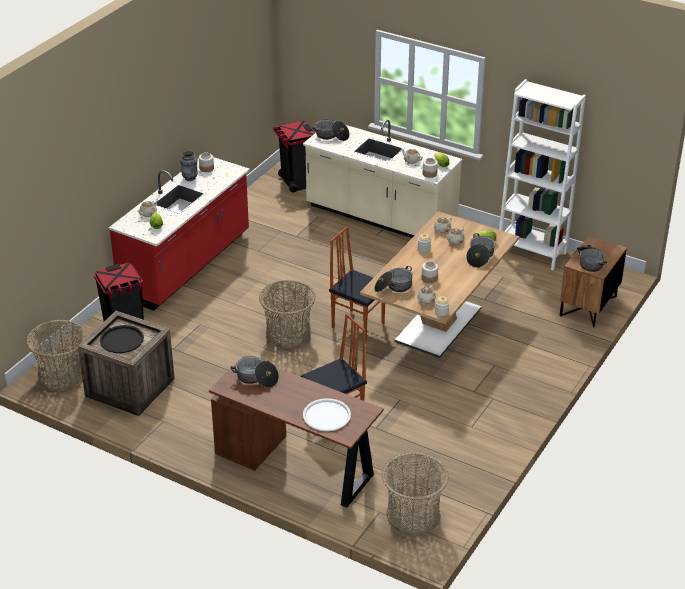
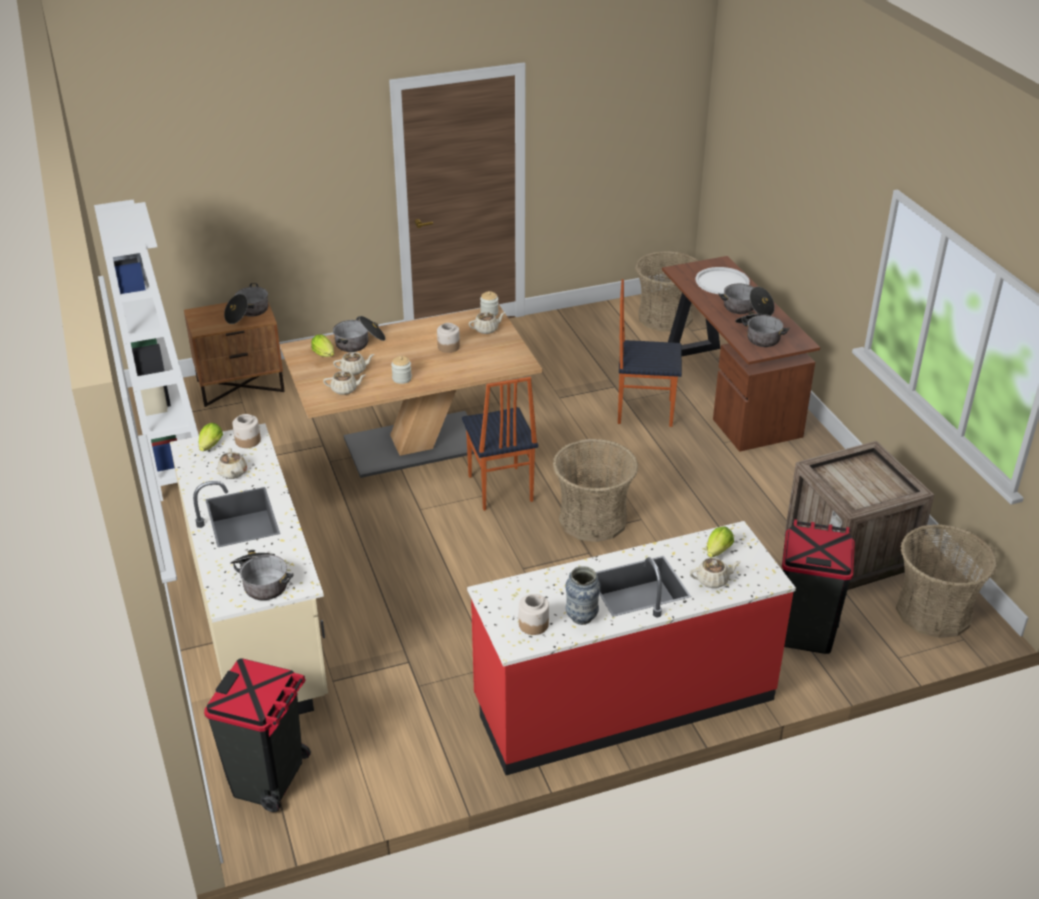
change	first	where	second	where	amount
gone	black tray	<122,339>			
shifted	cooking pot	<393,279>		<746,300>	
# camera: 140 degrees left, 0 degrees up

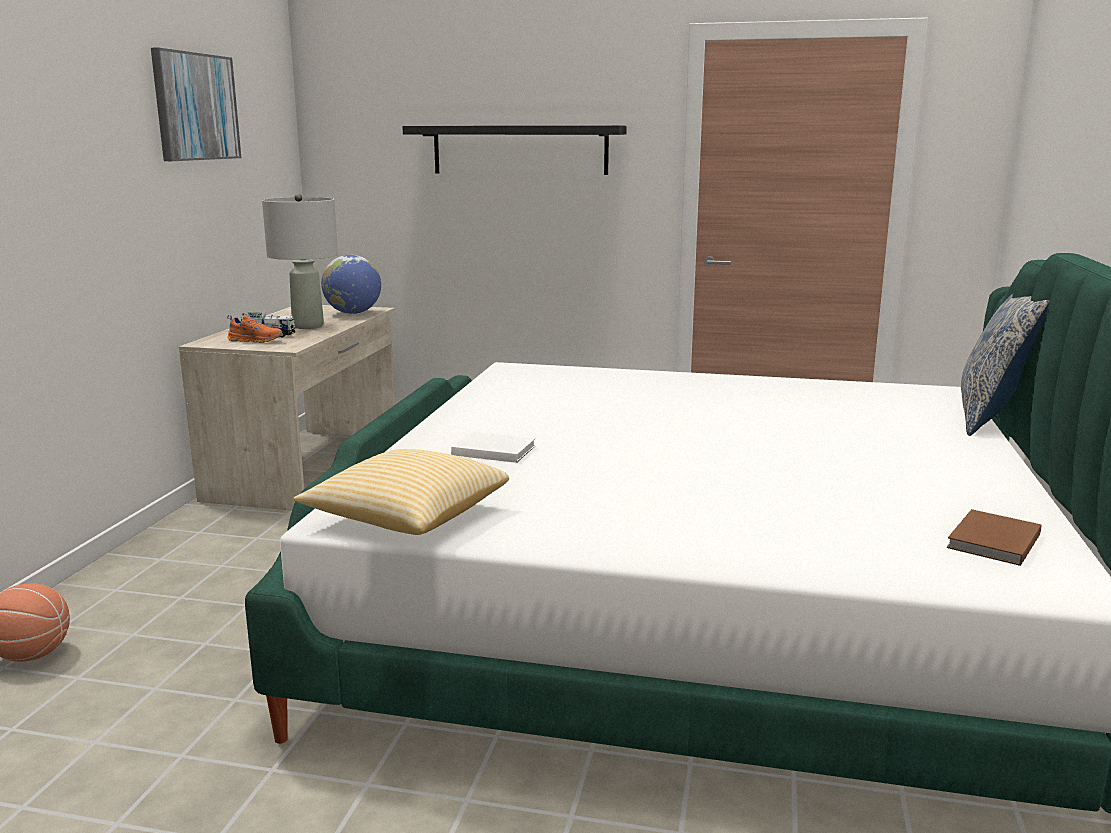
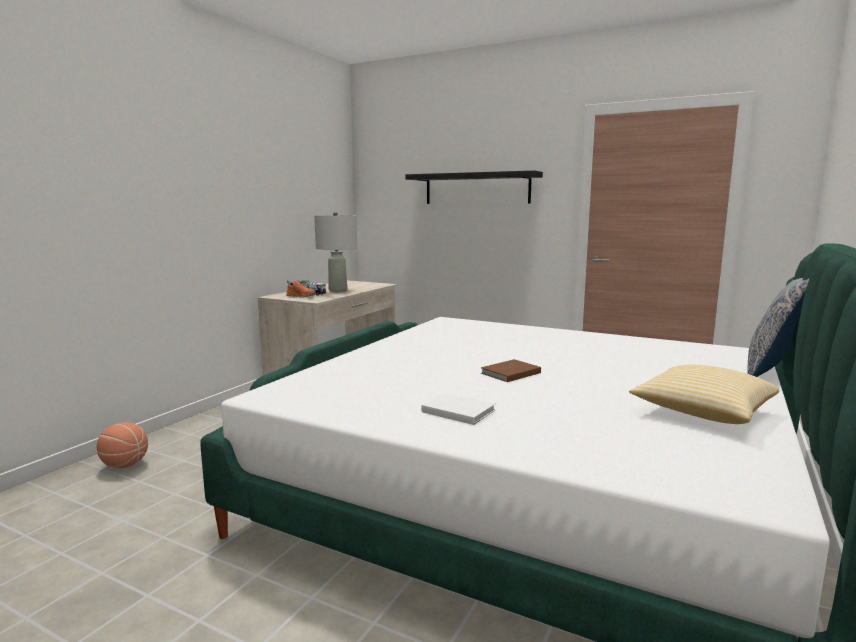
change	first	where	second	where	amount
gone	picture	<196,104>			
gone	globe	<351,284>			
shifted	pillow	<401,492>		<704,394>	
shifted	white book	<493,447>		<459,409>	
shifted	brown book	<994,537>		<511,370>	
# camera: 15 degrees right, 5 degrees down

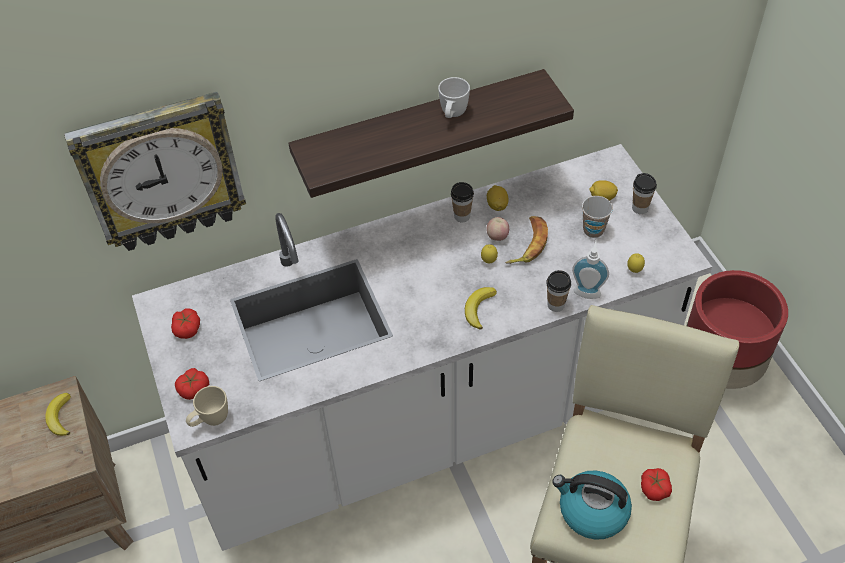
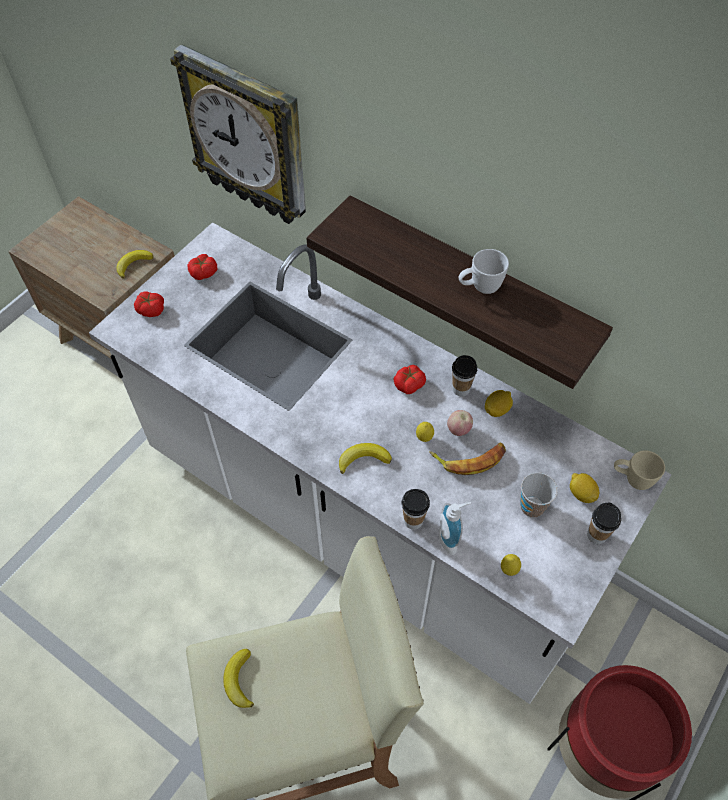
change	first	where	second	where	amount
shifted	beige mug	<207,406>		<639,470>	
shifted	tomato	<656,484>		<409,379>	
swapped	kettle	<592,505>	banana	<238,678>	
# camera: 55 degrees right, 5 degrees up

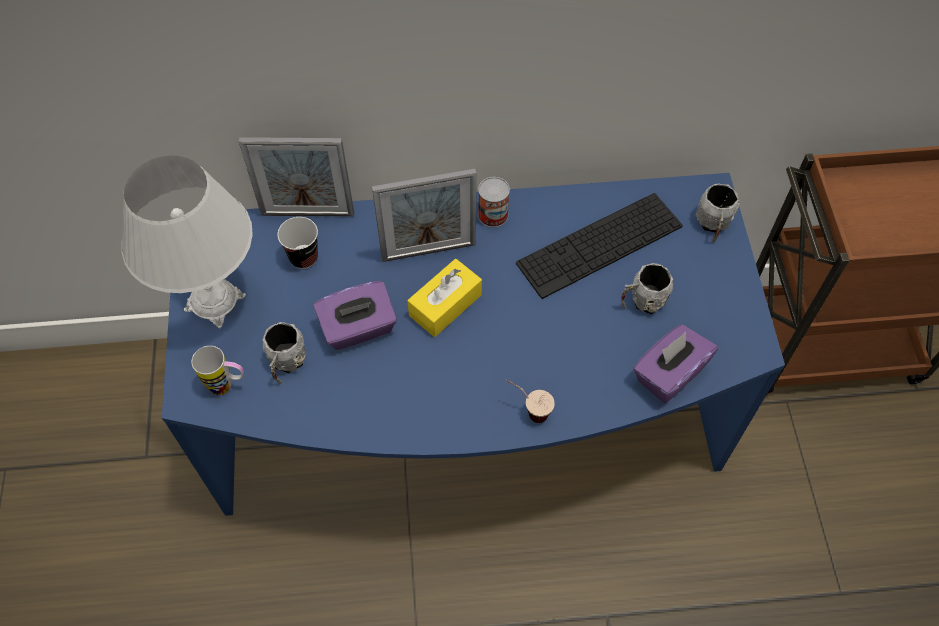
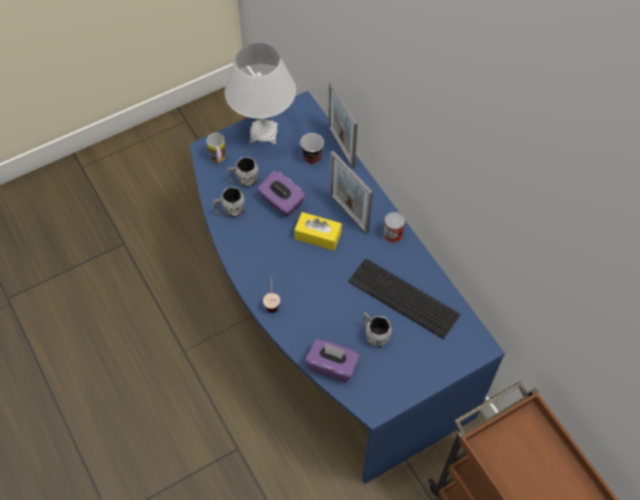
change	first	where	second	where	amount
shifted	grey mug	<718,213>		<229,202>	
# camera: 65 degrees right, 0 degrees up

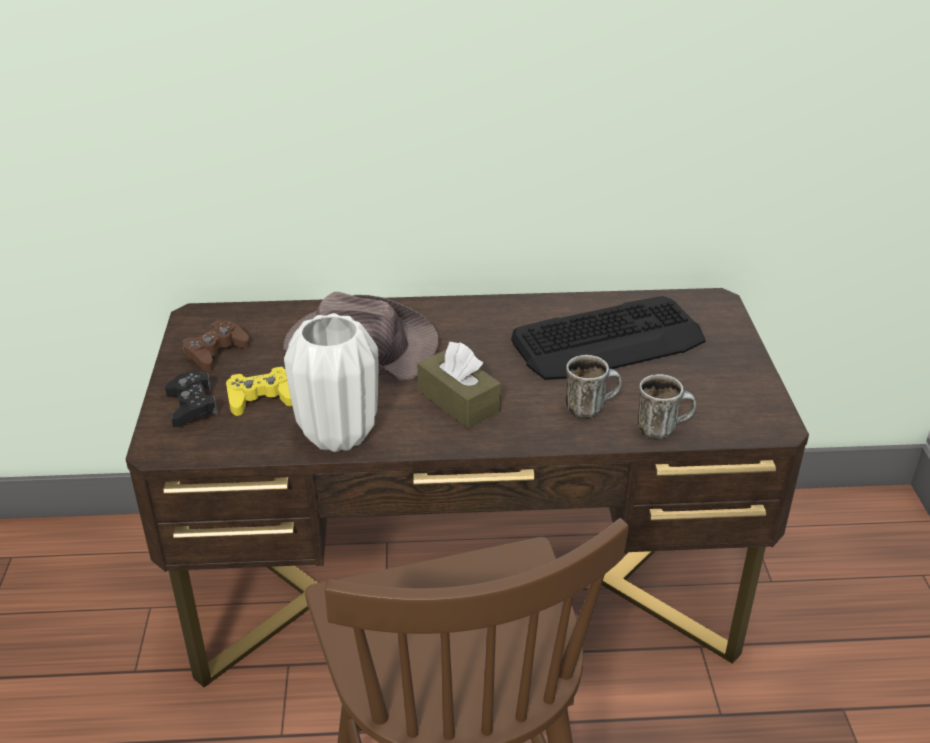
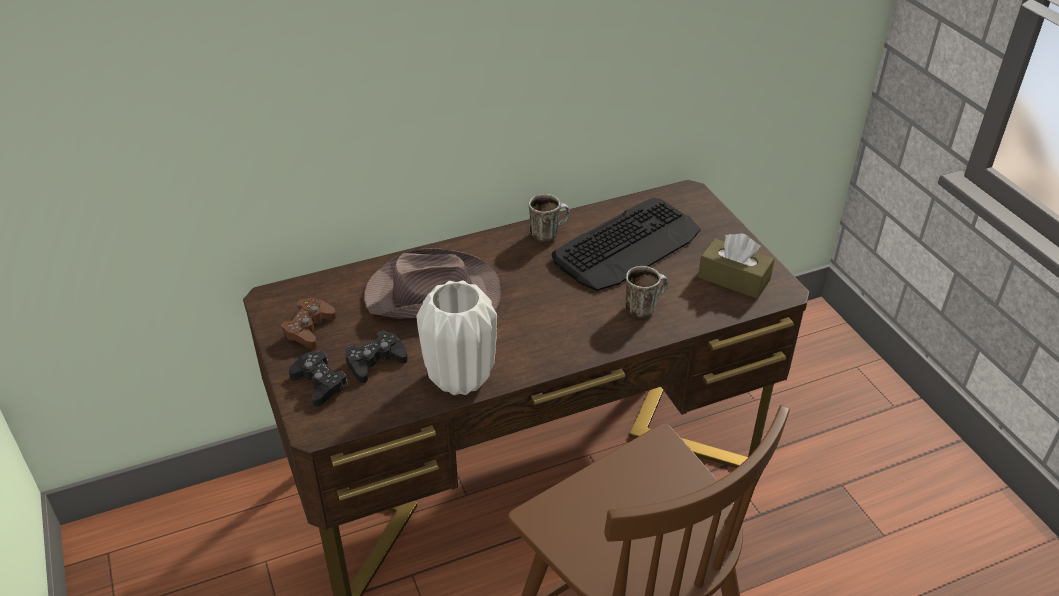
change	first	where	second	where	amount
shifted	brown tissue box	<459,385>		<736,266>	
shifted	mug	<667,407>		<549,218>	
repainted	yellow game controller	<259,391>	black game controller	<376,356>	
# camera: 20 degrees left, 5 degrees up

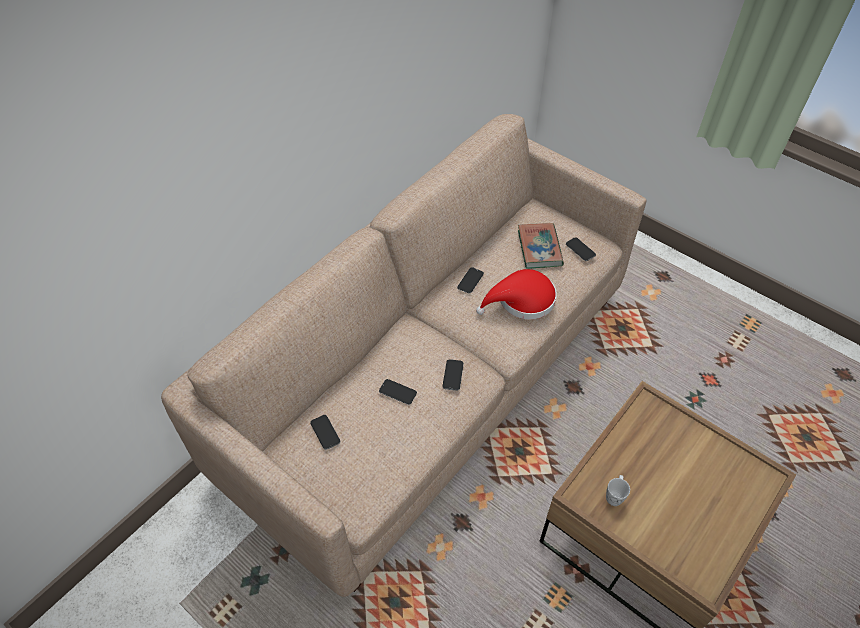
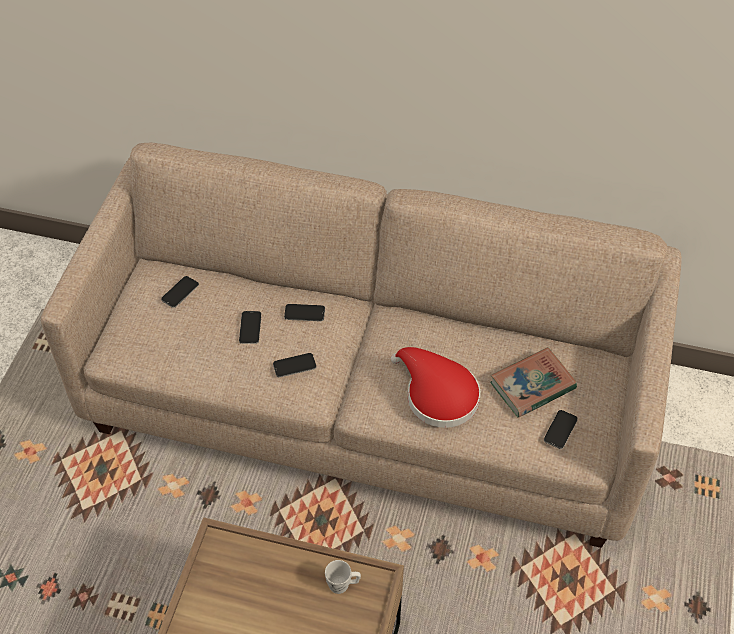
change	first	where	second	where	amount
shifted	phone	<470,280>		<304,312>	
shifted	white mug	<618,490>		<343,577>	
# camera: 65 degrees right, 0 degrees up

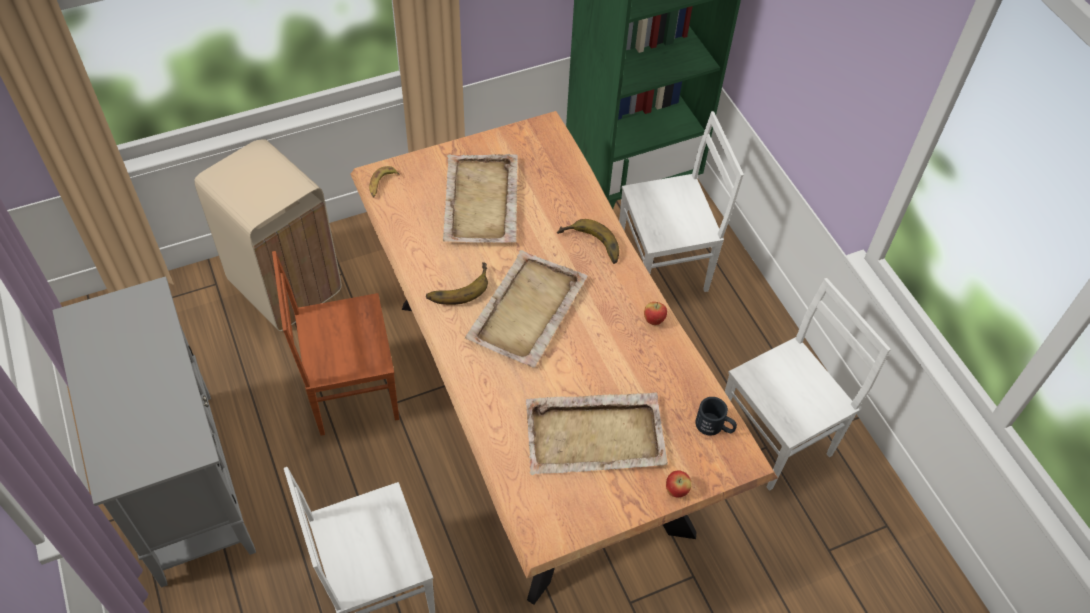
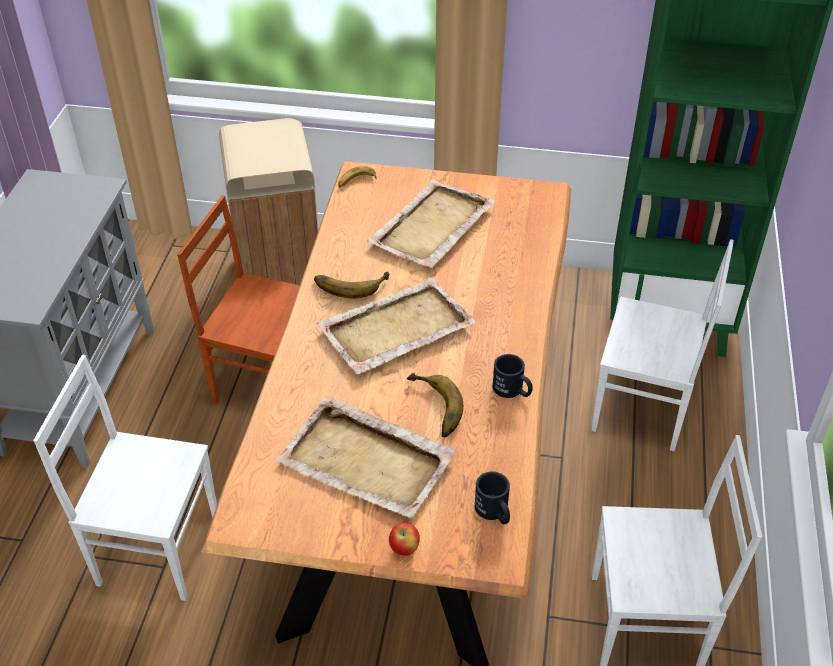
change	first	where	second	where	amount
shifted	banana	<588,241>		<435,405>	
swapped	apple	<655,313>	black mug	<513,376>	
# camera: 35 degrees right, 10 degrees down

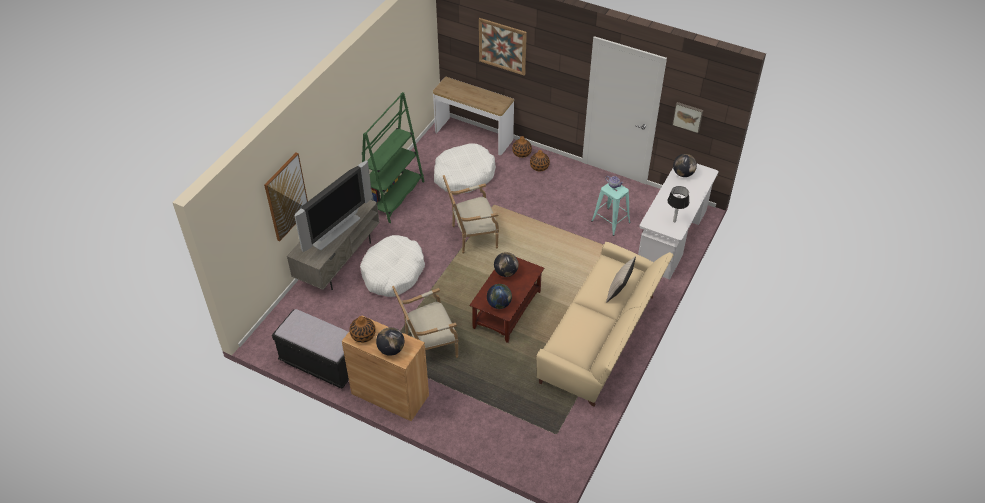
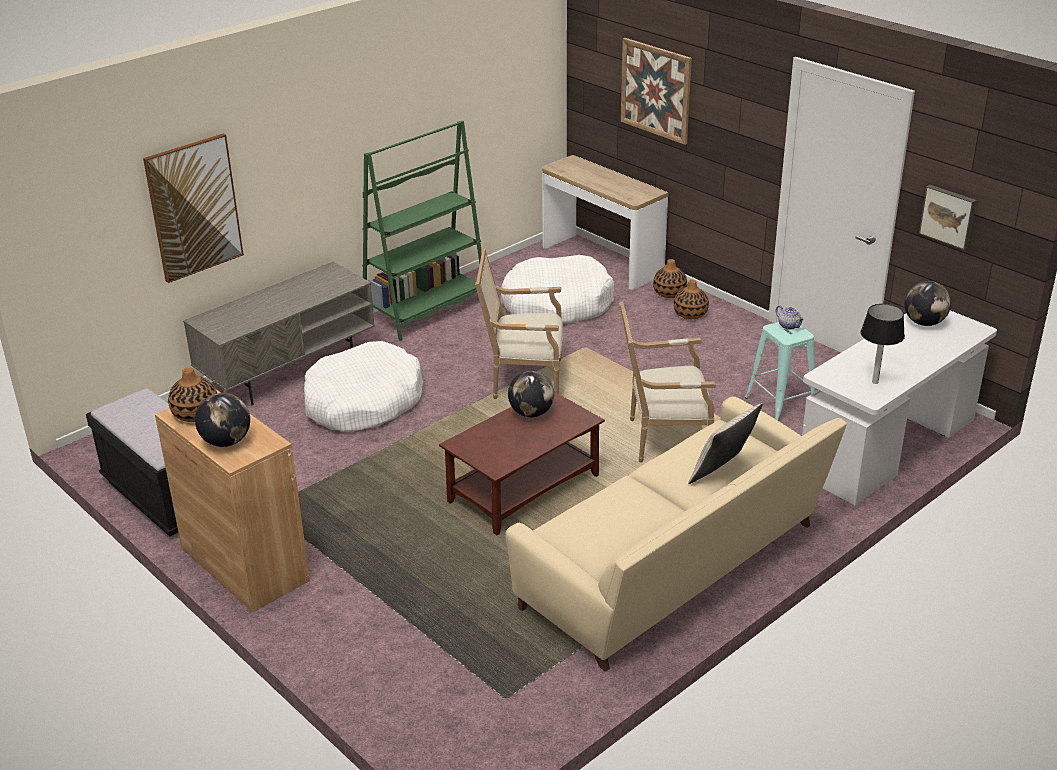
change	first	where	second	where	amount
gone	television	<333,206>			
gone	globe	<499,296>			
shifted	armchair	<425,322>		<667,382>	
# camera: 20 degrees right, 15 degrees down

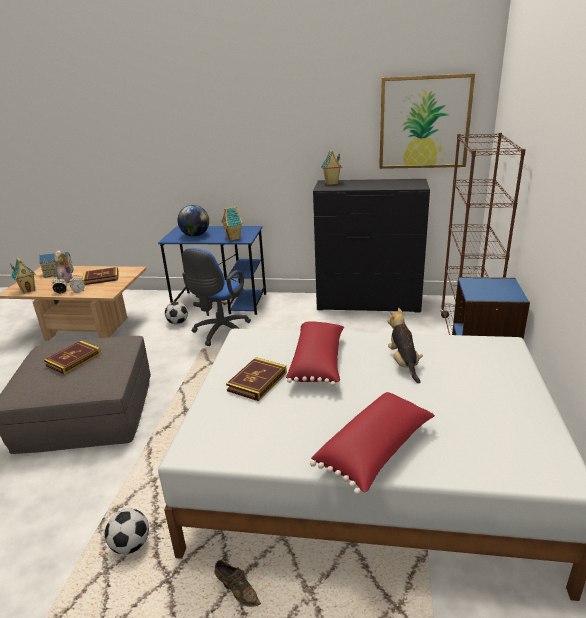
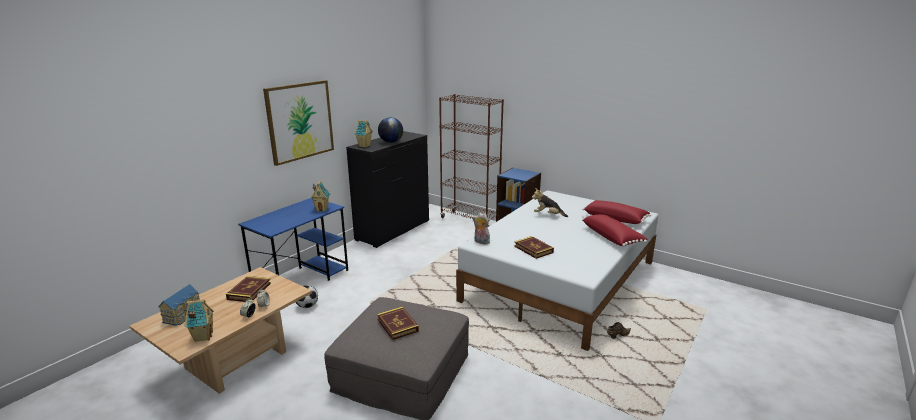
change	first	where	second	where	amount
gone	football	<127,531>			
gone	blue office chair	<216,297>			
shifted	plush toy	<63,266>		<481,229>	
shifted	globe	<193,221>		<390,130>	
shifted	red pillow	<315,353>		<616,212>	
shifted	picture	<427,121>		<298,123>	
# camera: 65 degrees left, 5 degrees down

